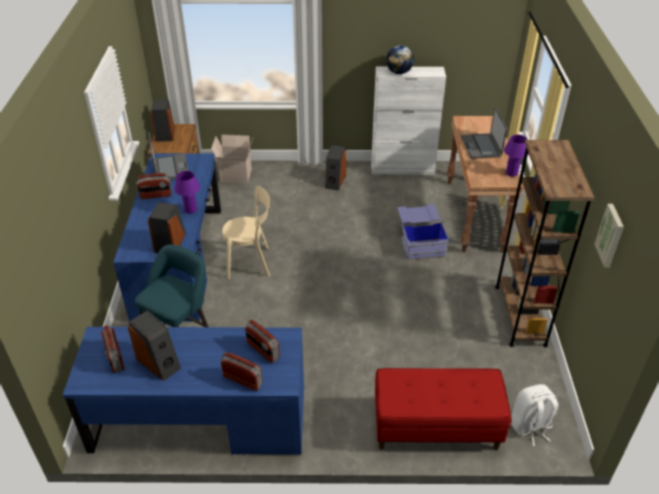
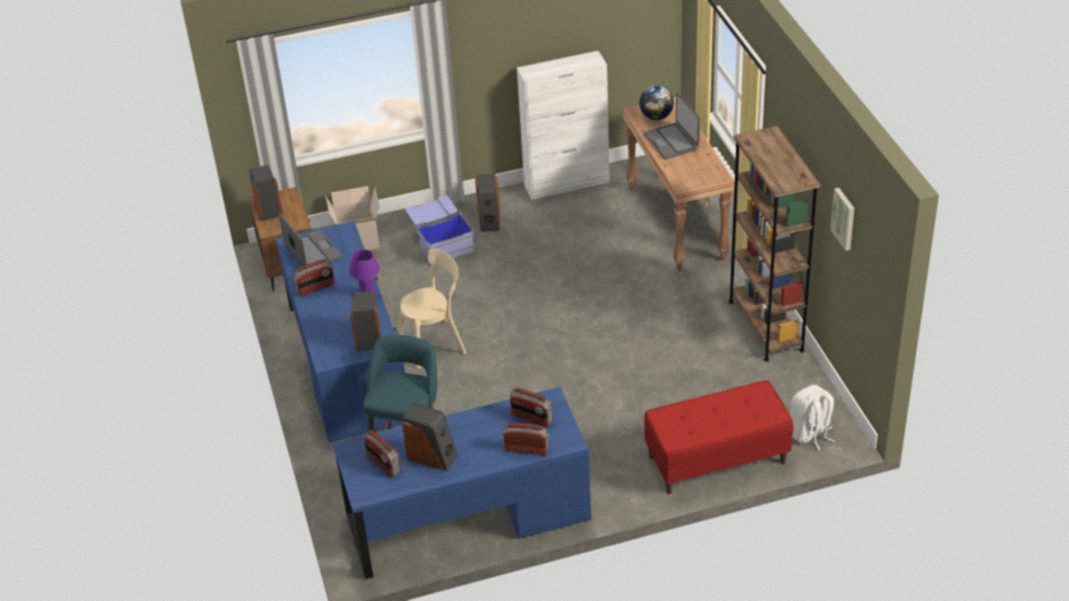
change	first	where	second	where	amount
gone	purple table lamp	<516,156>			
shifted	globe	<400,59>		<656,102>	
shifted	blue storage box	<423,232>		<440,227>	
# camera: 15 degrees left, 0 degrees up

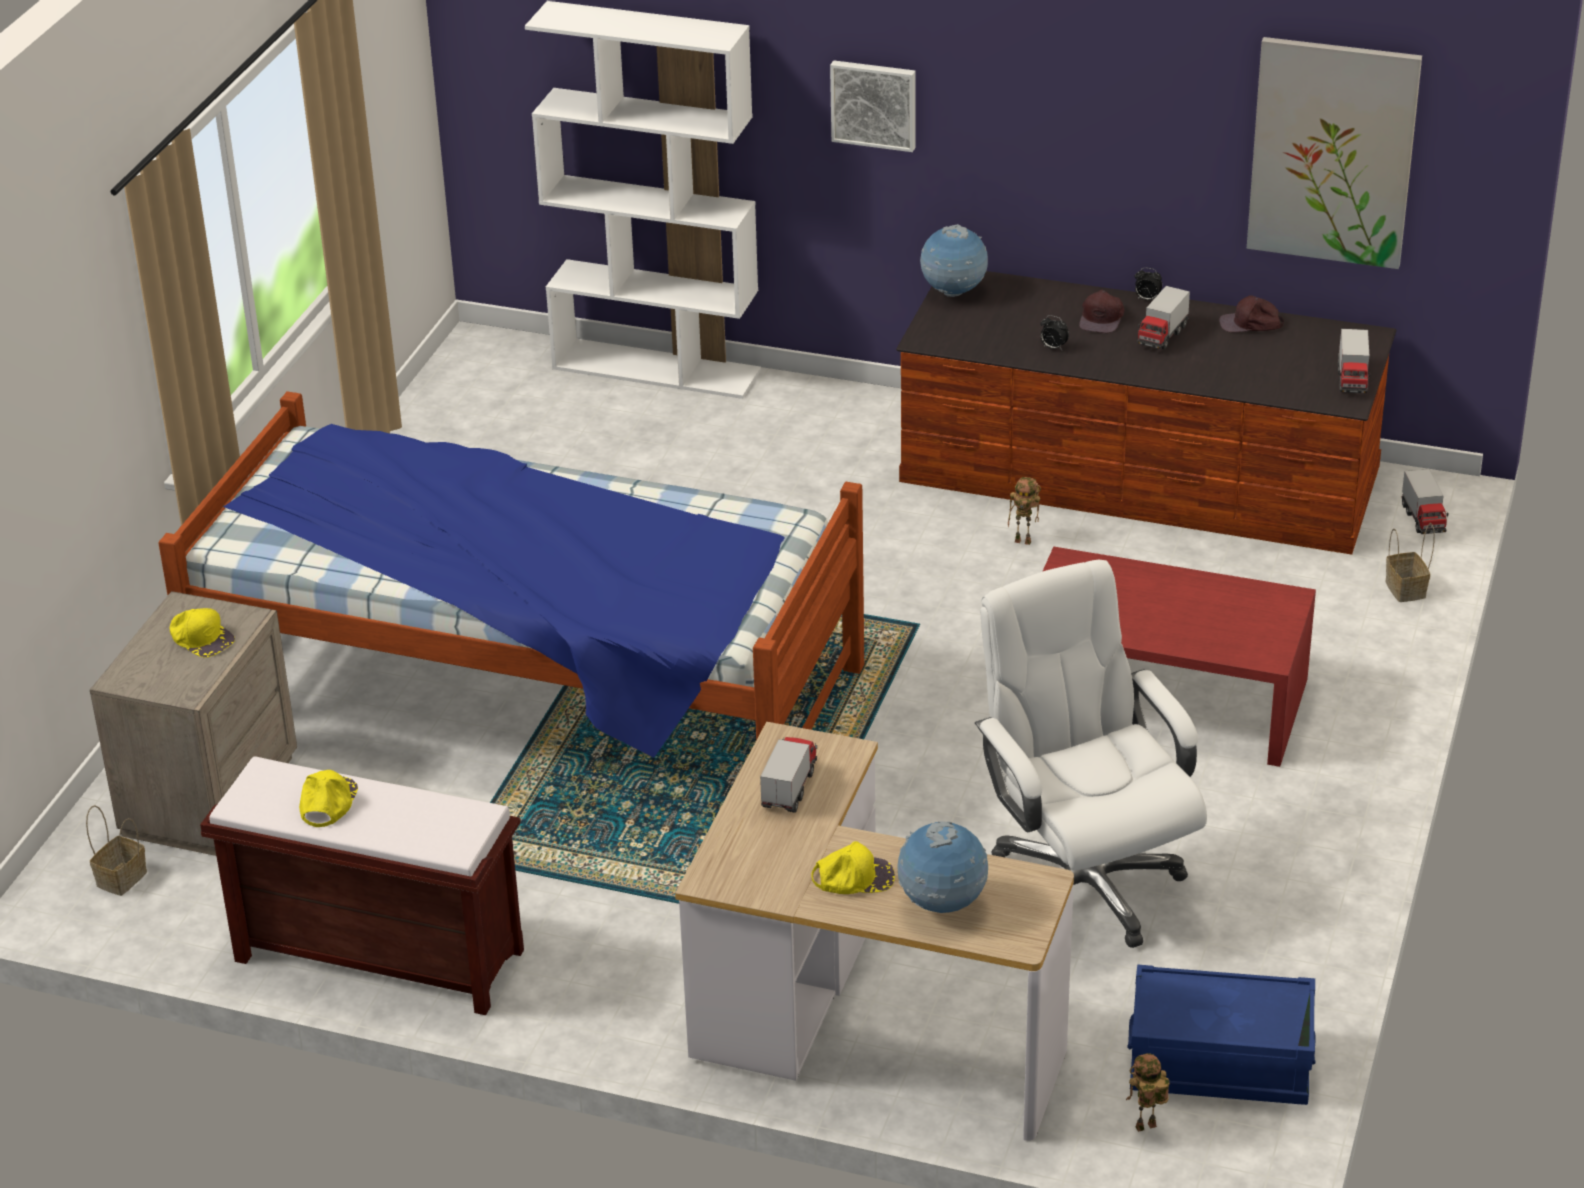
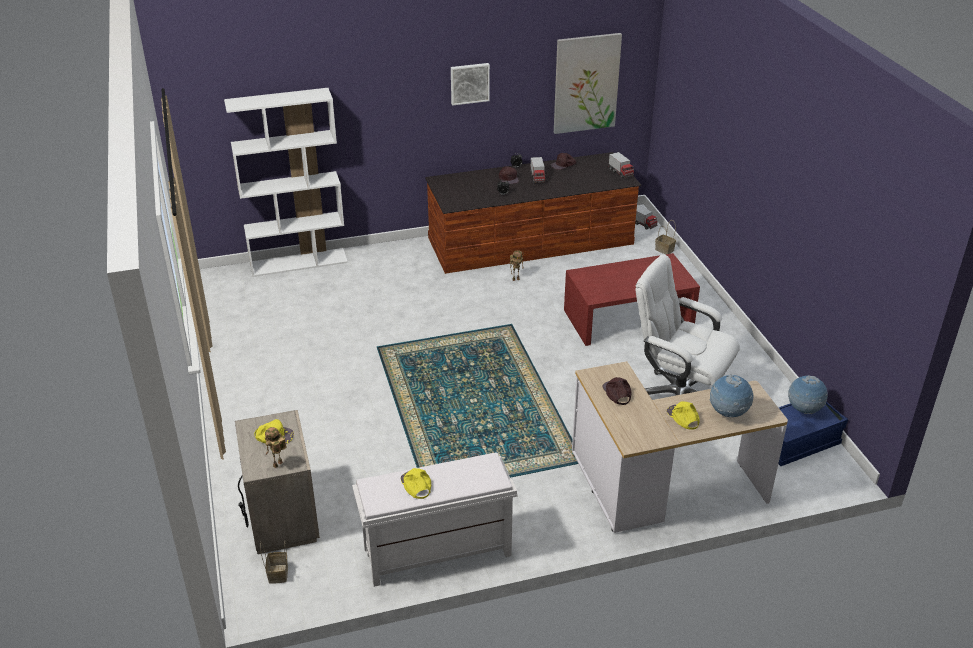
change	first	where	second	where	amount
gone	bed	<511,574>			
shifted	picture	<873,106>		<470,84>	
shifted	globe	<954,260>		<808,394>	
shifted	toy robot	<1148,1092>		<275,447>	
swapped	toy truck	<788,775>	brown cap	<617,391>	
repainted	brown bench	<362,885>	white bench	<435,519>	
rotated	yellow cap	<853,867>		<683,415>	75 degrees counterclockwise
# camera: 35 degrees left, 0 degrees up

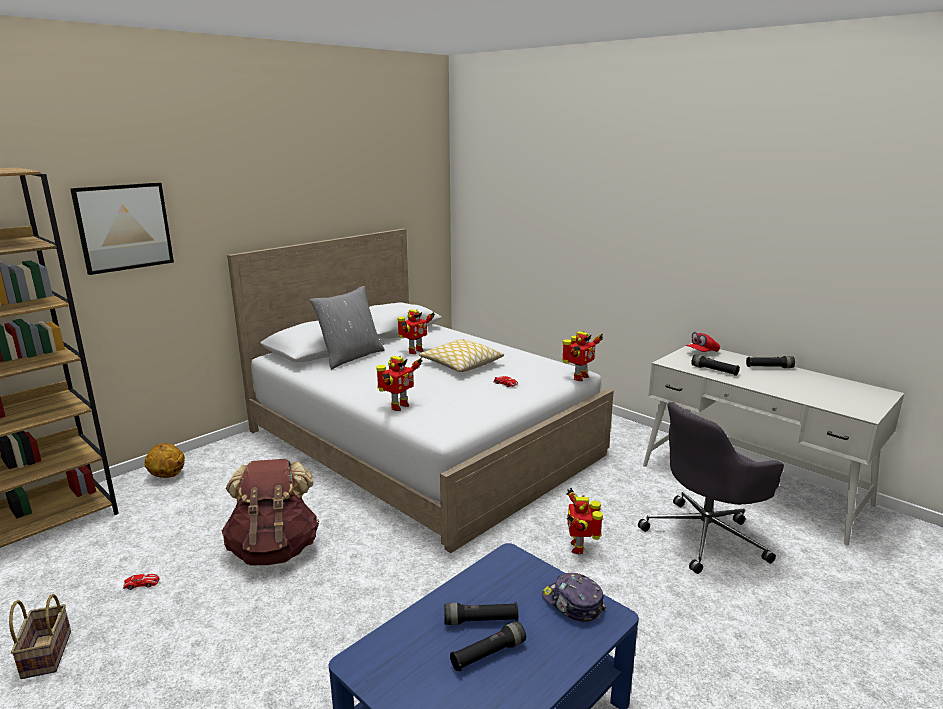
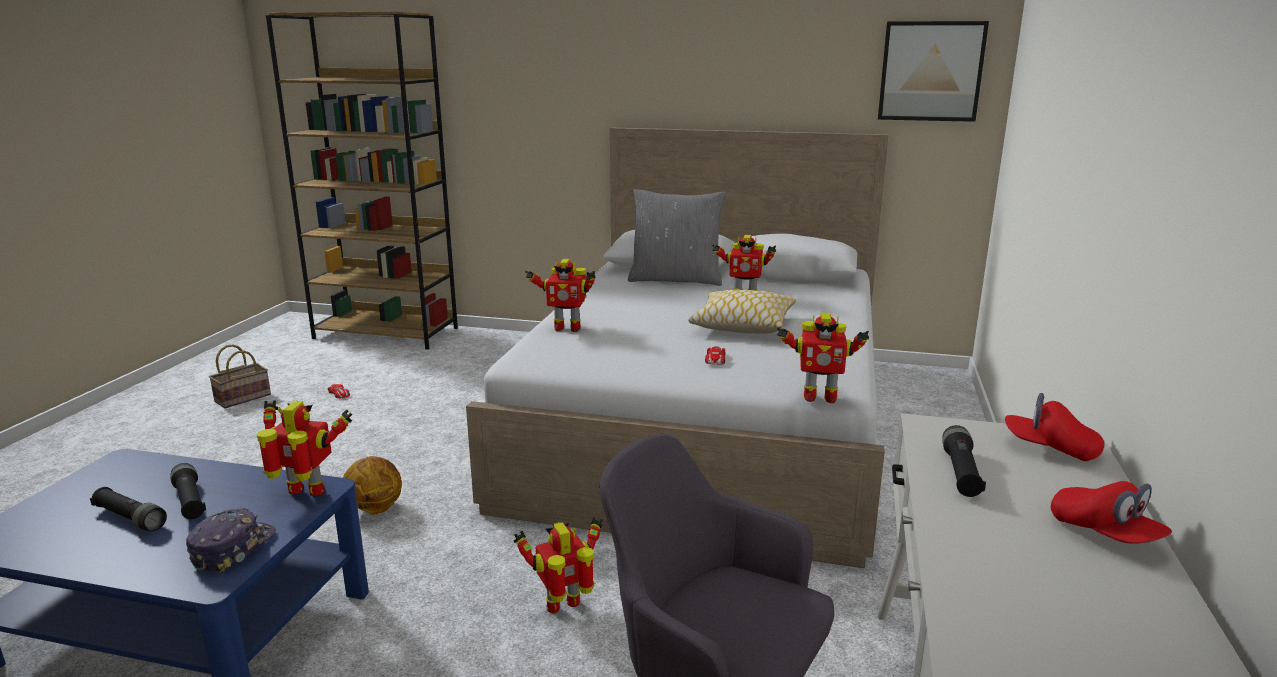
change	first	where	second	where	amount
gone	brown backpack	<270,512>			
new			toy robot	<304,448>	
shifted	picture	<122,228>		<933,71>	
shifted	basketball	<165,460>		<372,485>	
swapped	black flashlight	<770,362>	red cap	<1111,512>	
# camera: 60 degrees right, 0 degrees up

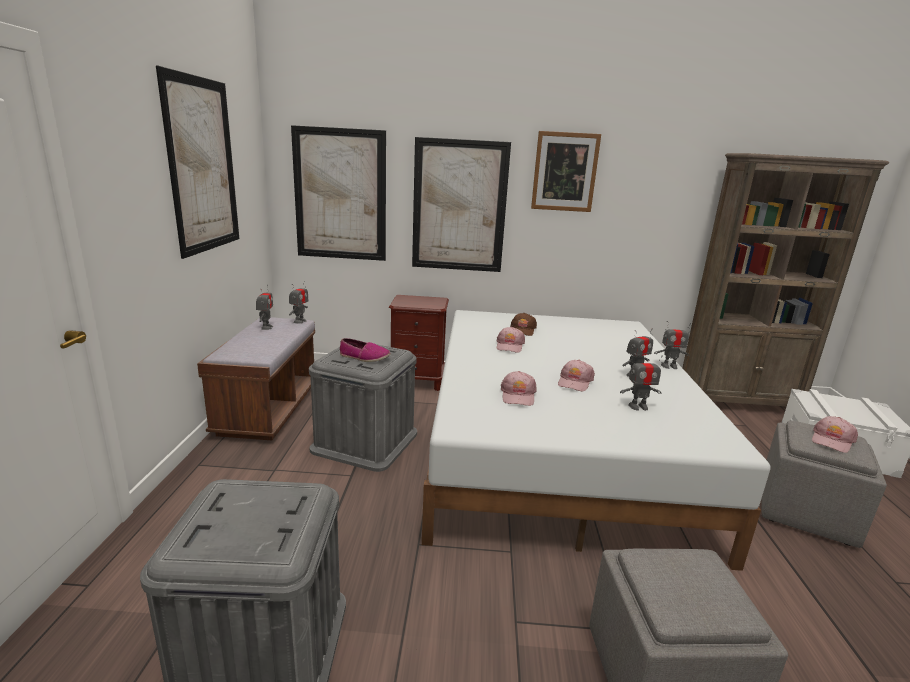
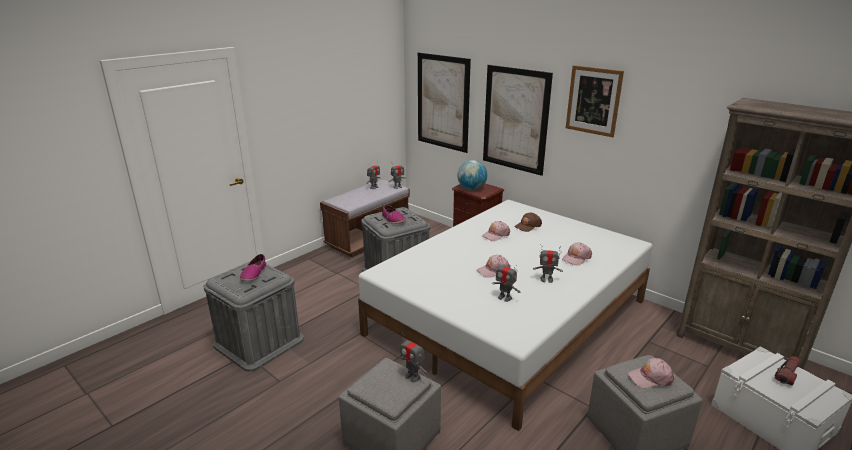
change	first	where	second	where	amount
gone	picture	<197,162>			
new			shoe	<253,267>	
new			globe	<472,175>	
new			flashlight	<787,371>	
shifted	pink cap	<518,388>		<577,253>	
shifted	toy robot	<672,345>		<414,357>	
# camera: 40 degrees right, 5 degrees up

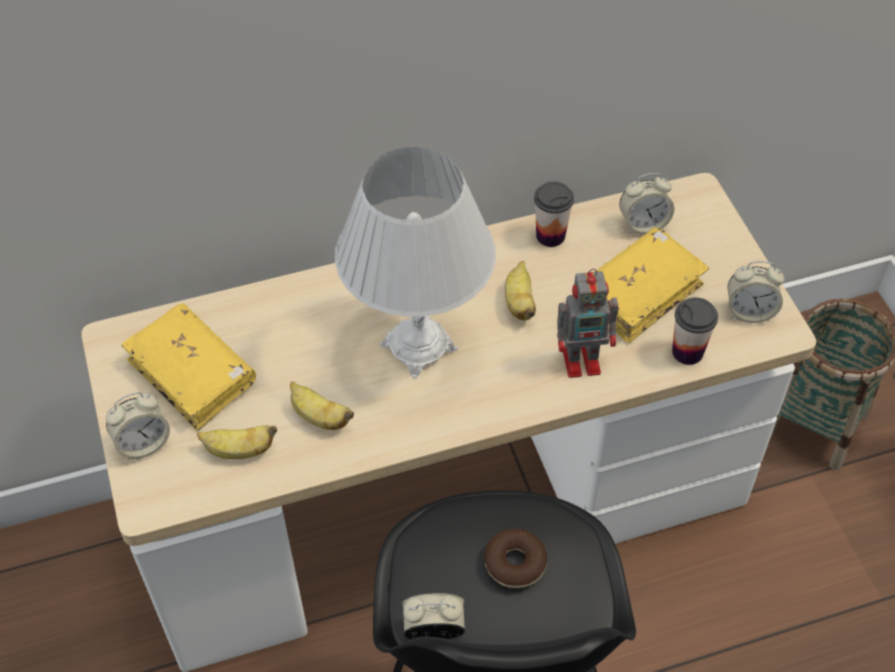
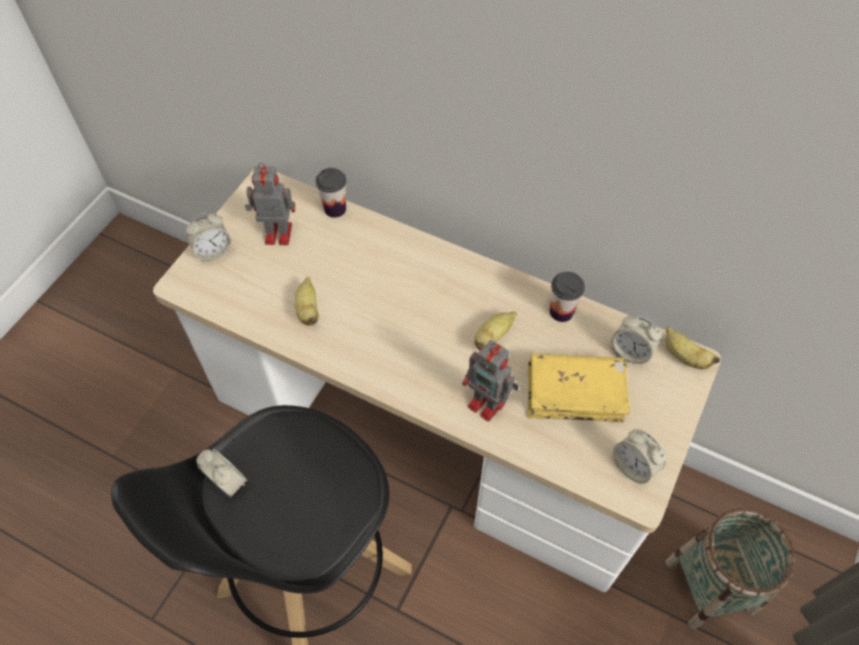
change	first	where	second	where	amount
gone	white table lamp	<415,262>			
gone	donut	<515,558>			
shifted	banana	<237,442>		<693,348>	
shifted	cup	<695,331>		<331,193>	
swapped	yellow book	<188,367>	toy robot	<270,204>	
rotated	alarm clock	<138,426>		<208,237>	45 degrees counterclockwise
# camera: 45 degrees right, 5 degrees up

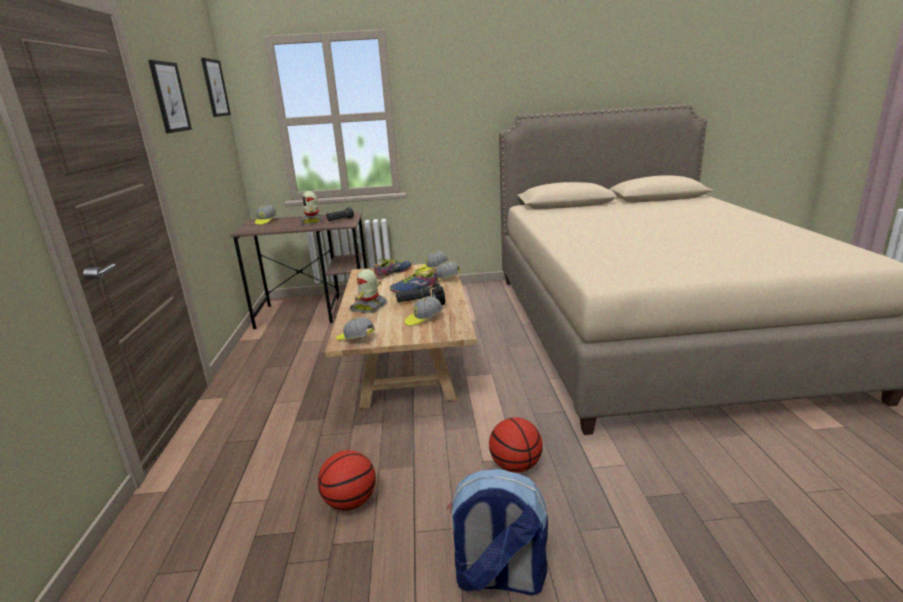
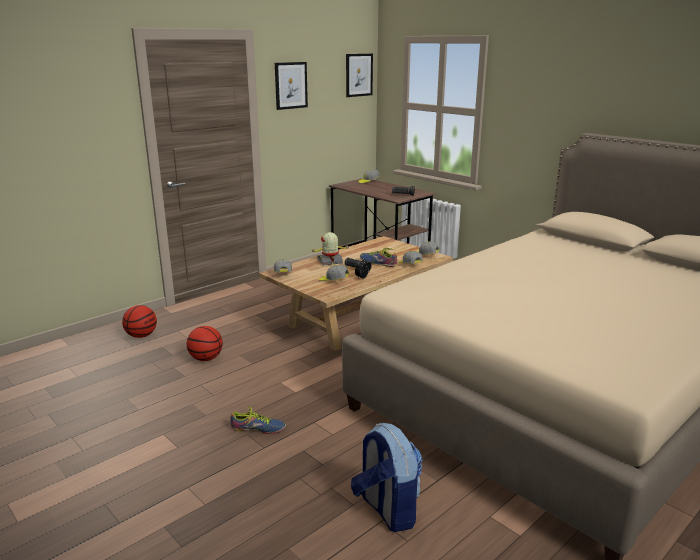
change	first	where	second	where	amount
gone	toy robot	<311,208>			
shifted	shoe	<393,268>		<258,420>	
shifted	backpack	<497,532>		<387,477>	
shifted	basketball	<516,445>		<139,321>	
# camera: 50 degrees right, 0 degrees up

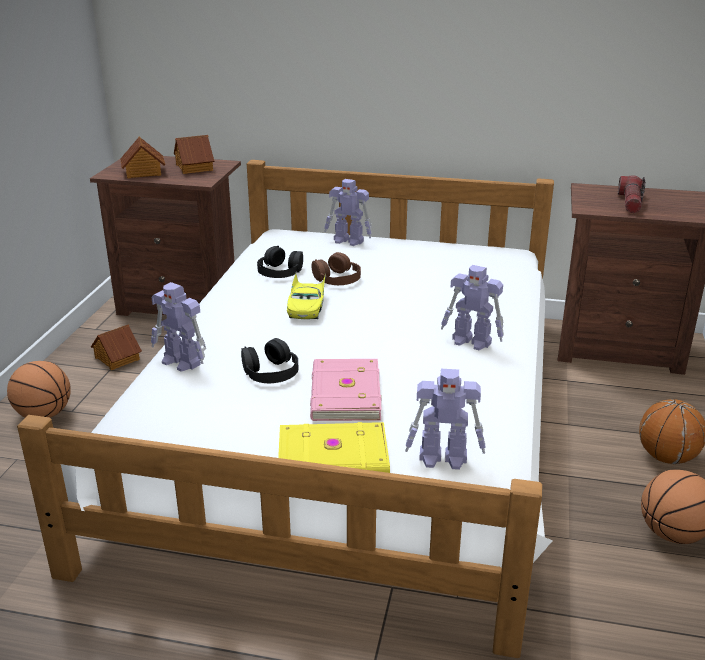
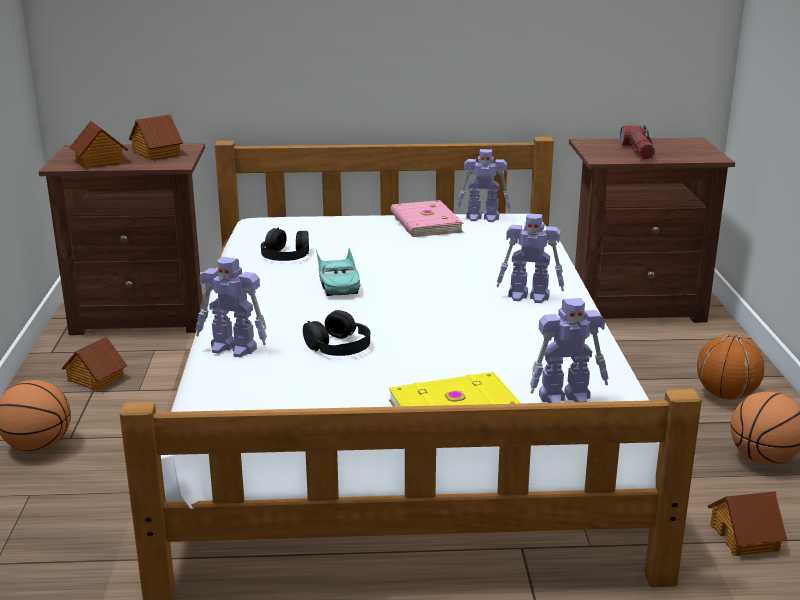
change	first	where	second	where	amount
gone	brown headphones	<336,268>			
new			toy house	<747,523>	
shifted	pink book	<346,390>		<427,218>	
shifted	toy robot	<348,212>		<484,185>	
repainted	yellow toy car	<306,296>	turquoise toy car	<338,272>	
# camera: 15 degrees left, 5 degrees down

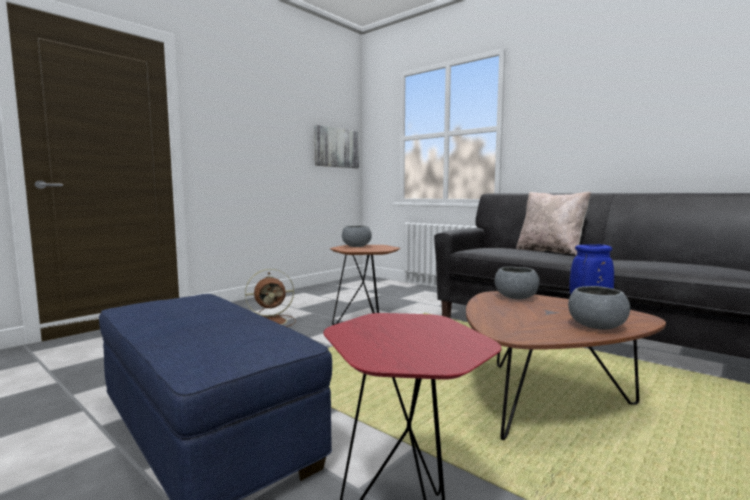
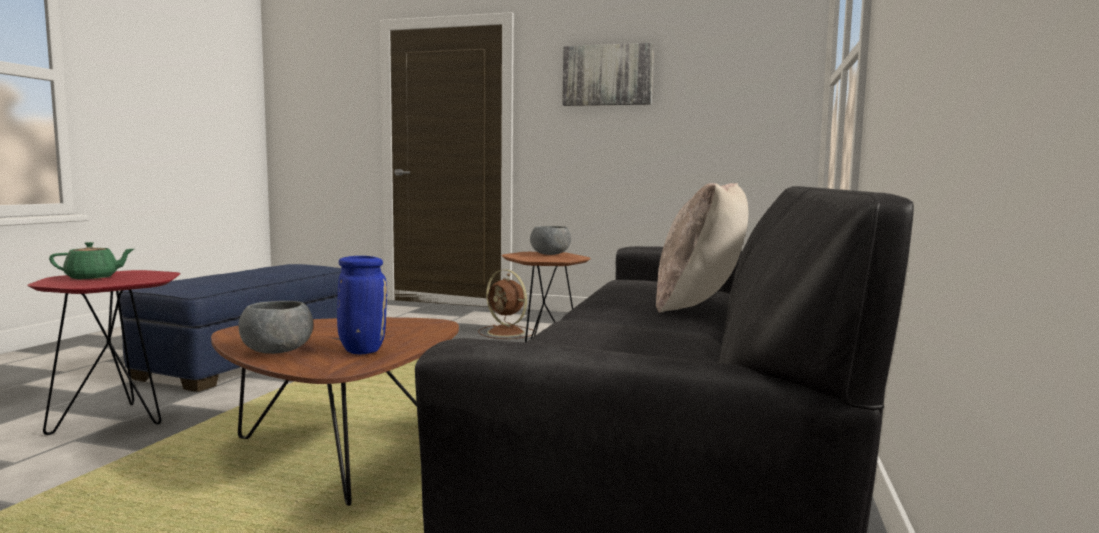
change	first	where	second	where	amount
gone	grey bowl	<517,283>			
new			green teapot	<91,260>	
shifted	picture	<336,146>		<608,74>	
# camera: 65 degrees right, 0 degrees up

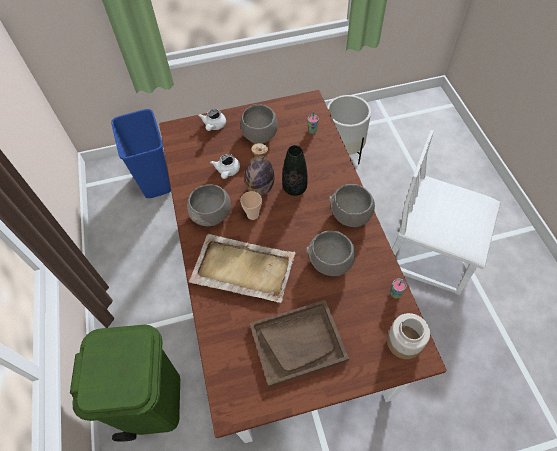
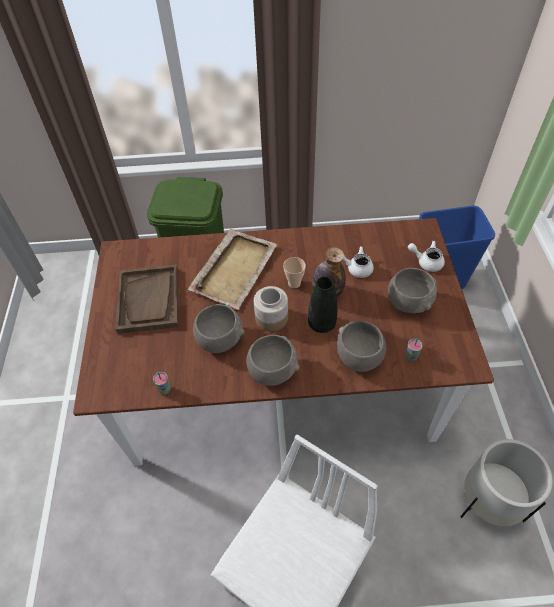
change	first	where	second	where	amount
shifted	grey bowl	<209,205>		<361,346>	
shifted	jar	<408,336>		<271,308>	
# camera: 100 degrees right, 5 degrees down

